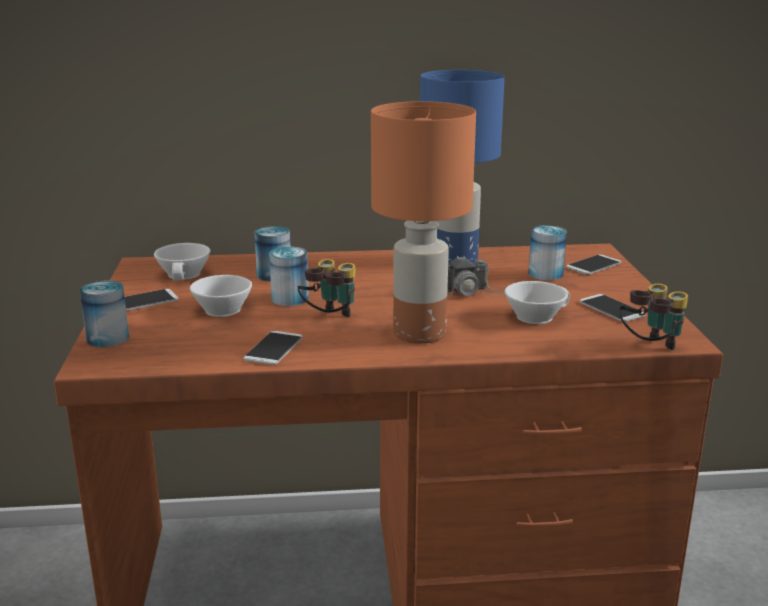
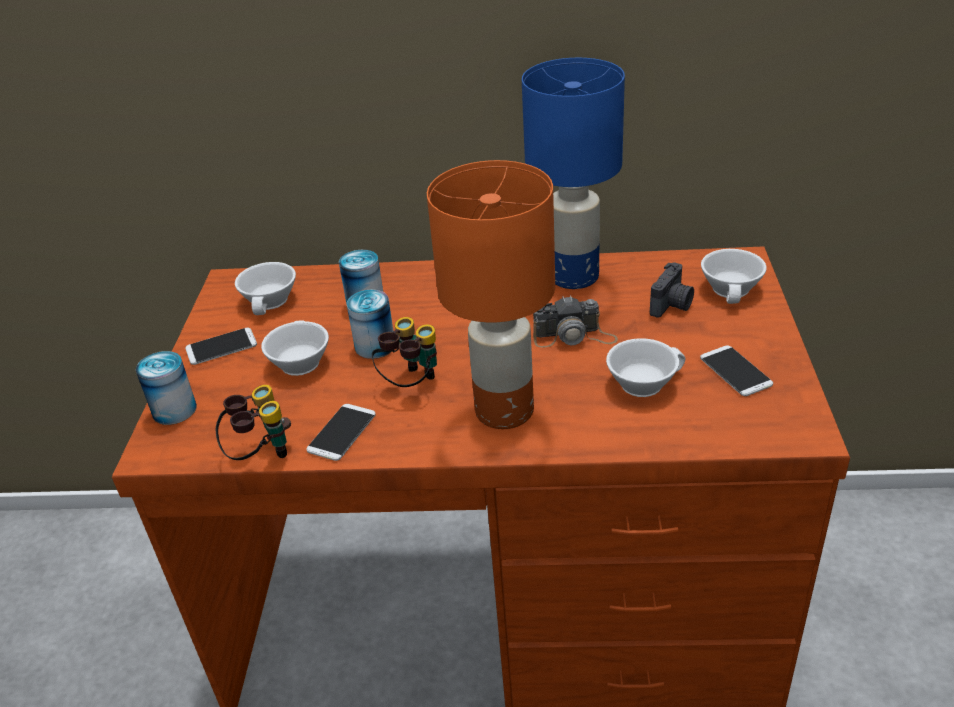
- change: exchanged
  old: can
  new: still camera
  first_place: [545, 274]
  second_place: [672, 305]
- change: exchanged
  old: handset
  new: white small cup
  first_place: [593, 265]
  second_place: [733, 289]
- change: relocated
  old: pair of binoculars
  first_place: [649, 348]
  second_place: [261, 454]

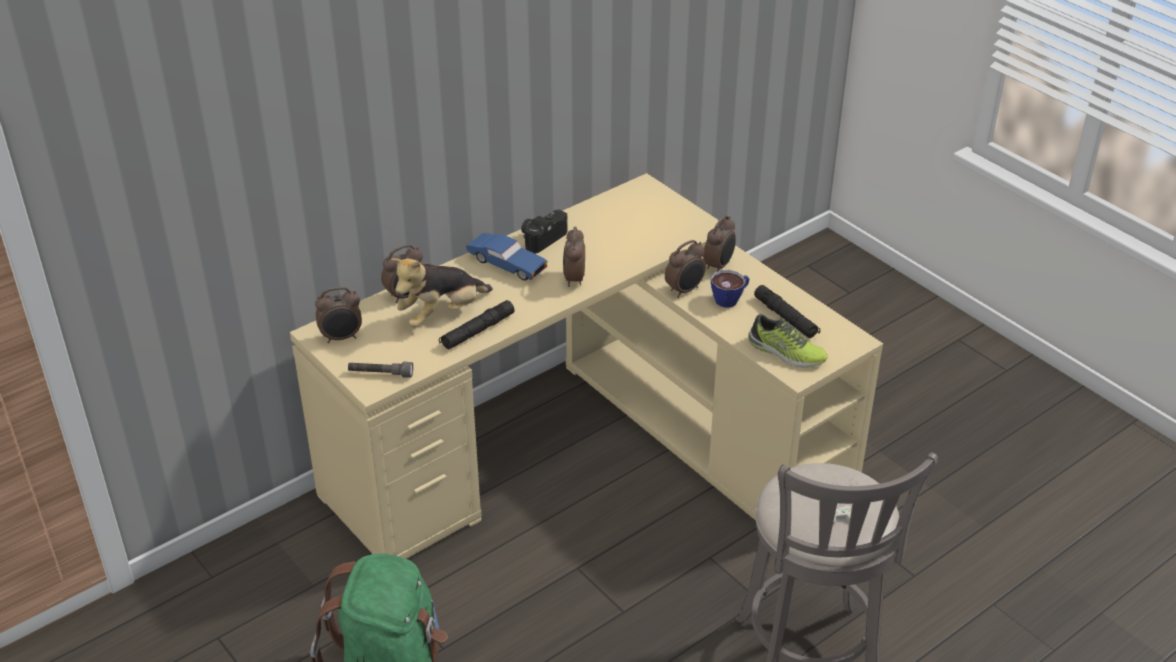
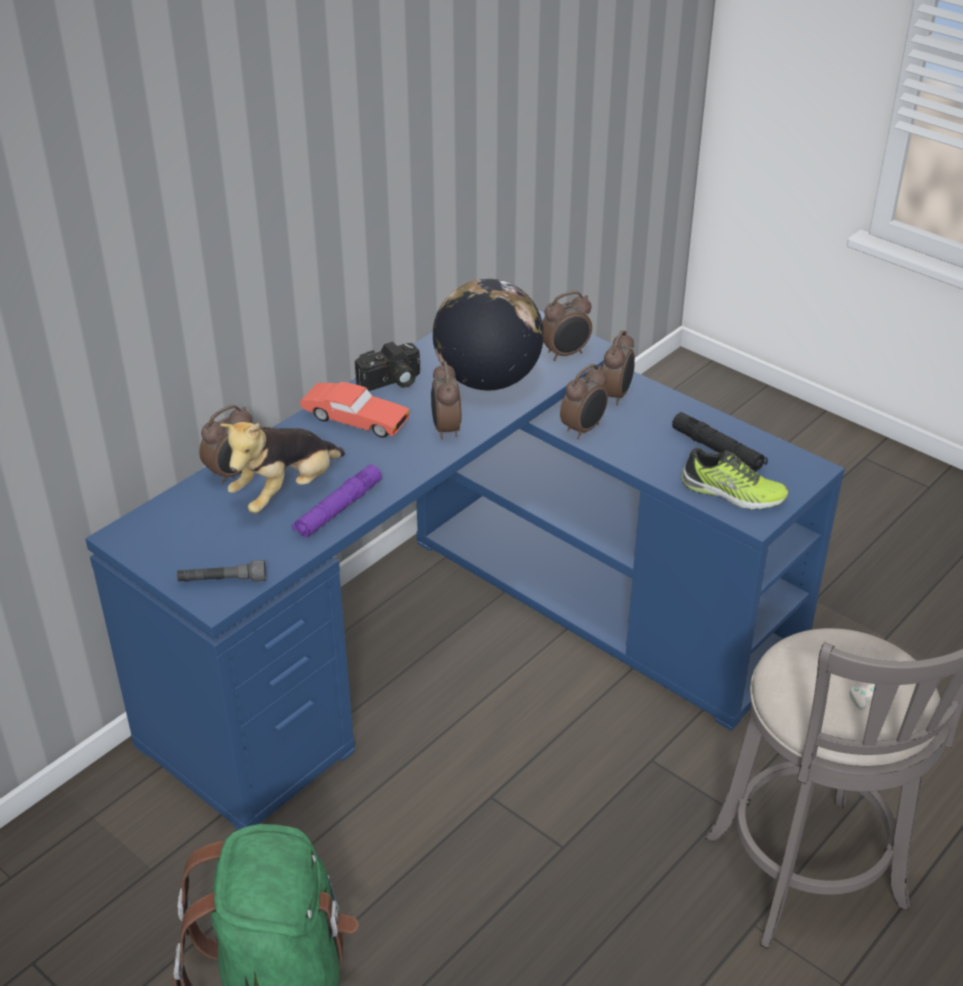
- change: colour
  old: beige-coloured desk
  new: bluish desk
  first_place: [592, 446]
  second_place: [472, 636]
- change: spun
  old: still camera
  first_place: [542, 238]
  second_place: [391, 382]
  degrees: -150
- change: colour
  old: bluish model car
  new: red model car
  first_place: [506, 265]
  second_place: [355, 420]
- change: missing
  old: small cup
  first_place: [730, 299]
- change: relocated
  old: table clock
  first_place: [342, 338]
  second_place: [565, 354]
- change: colour
  old: black flashlight
  new: purplish flashlight
  first_place: [477, 331]
  second_place: [338, 509]
- change: appeared
  new: globe
  second_place: [487, 380]

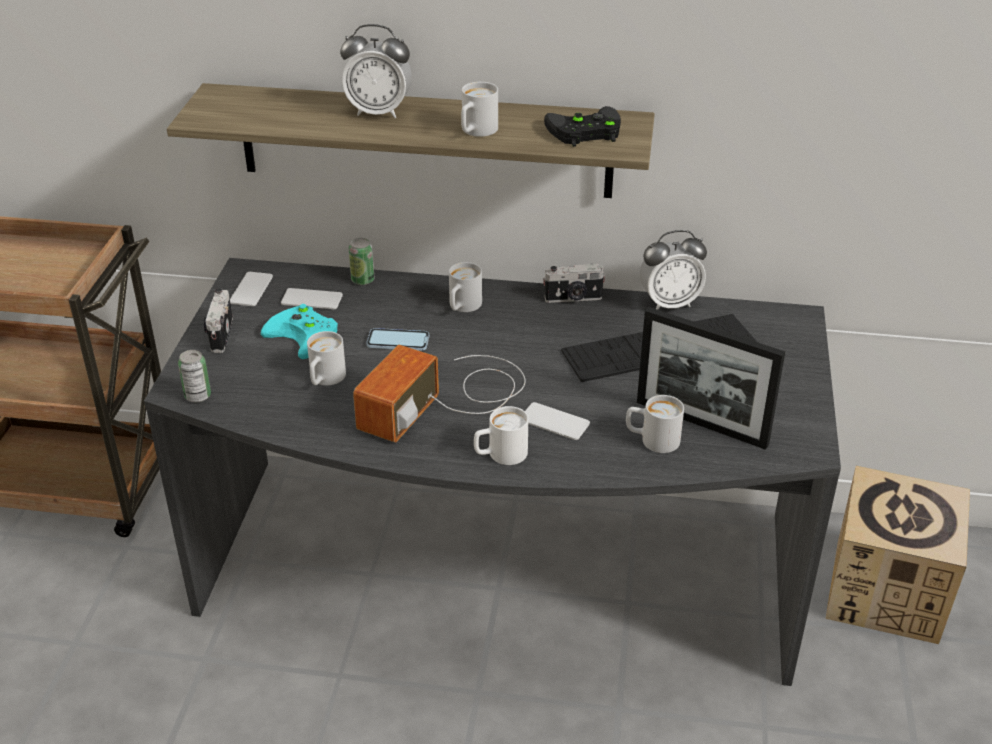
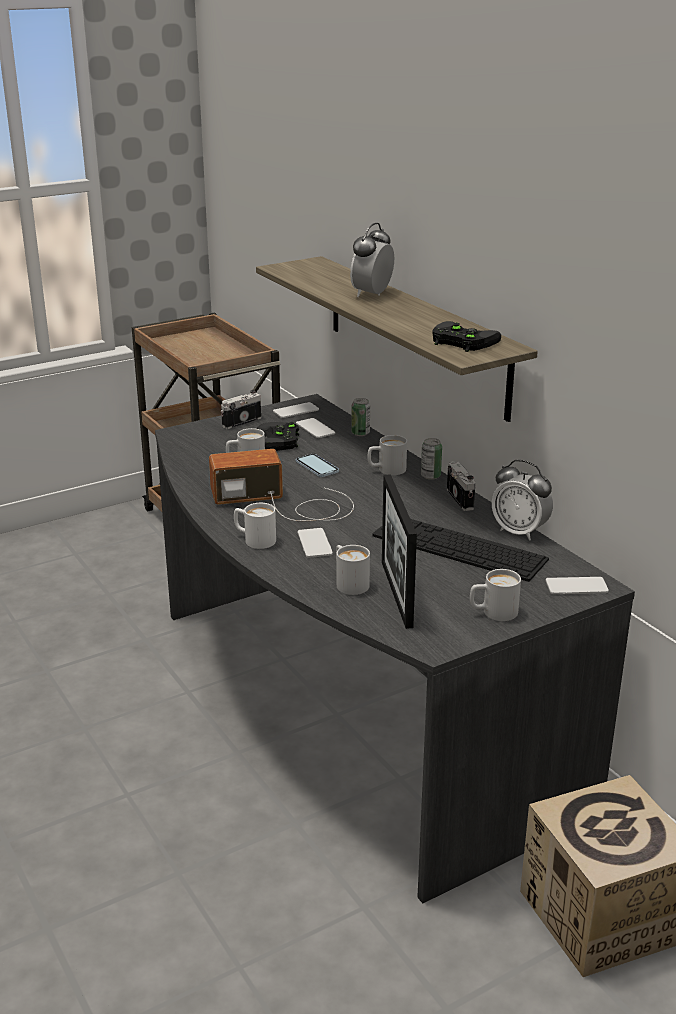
- change: spun
  old: table clock
  first_place: [379, 112]
  second_place: [372, 294]
  degrees: 60
- change: relocated
  old: white coffee mug
  first_place: [476, 132]
  second_place: [492, 613]
- change: spun
  old: still camera
  first_place: [573, 299]
  second_place: [461, 499]
  degrees: -150
- change: colour
  old: blue-green gamepad
  new: black gamepad
  first_place: [306, 335]
  second_place: [278, 441]
- change: relocated
  old: can
  first_place: [198, 396]
  second_place: [430, 476]
- change: appeared
  new: handset
  second_place: [576, 587]

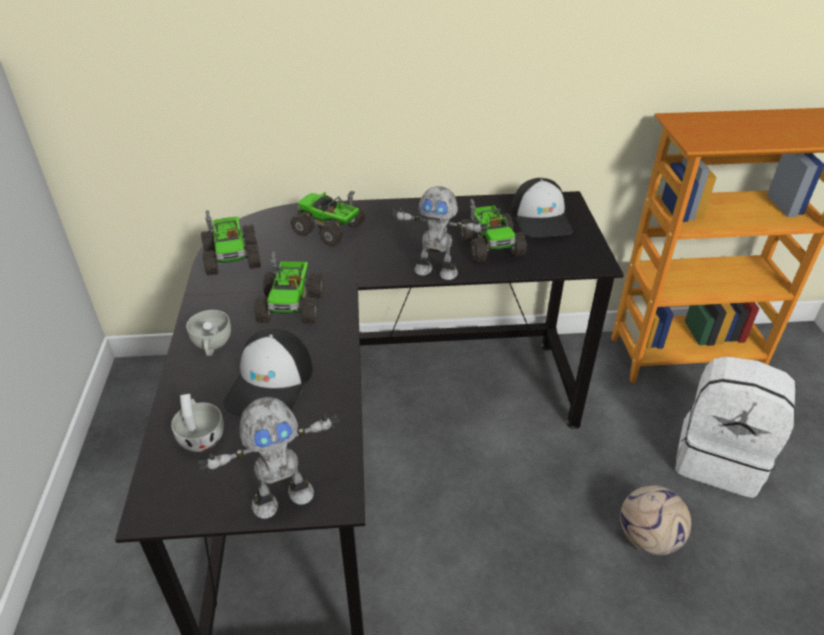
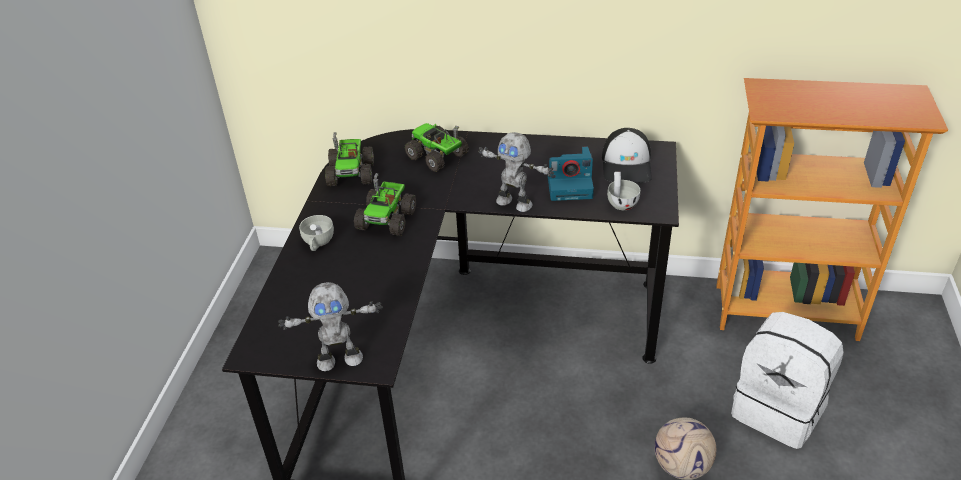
- change: exchanged
  old: toy lorry
  new: still camera
  first_place: [491, 246]
  second_place: [570, 185]
- change: missing
  old: baseball cap
  first_place: [271, 384]
- change: relocated
  old: white small cup
  first_place: [201, 435]
  second_place: [621, 202]

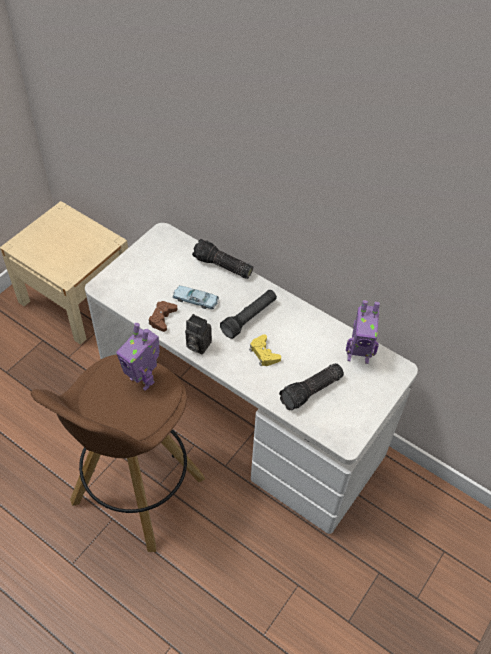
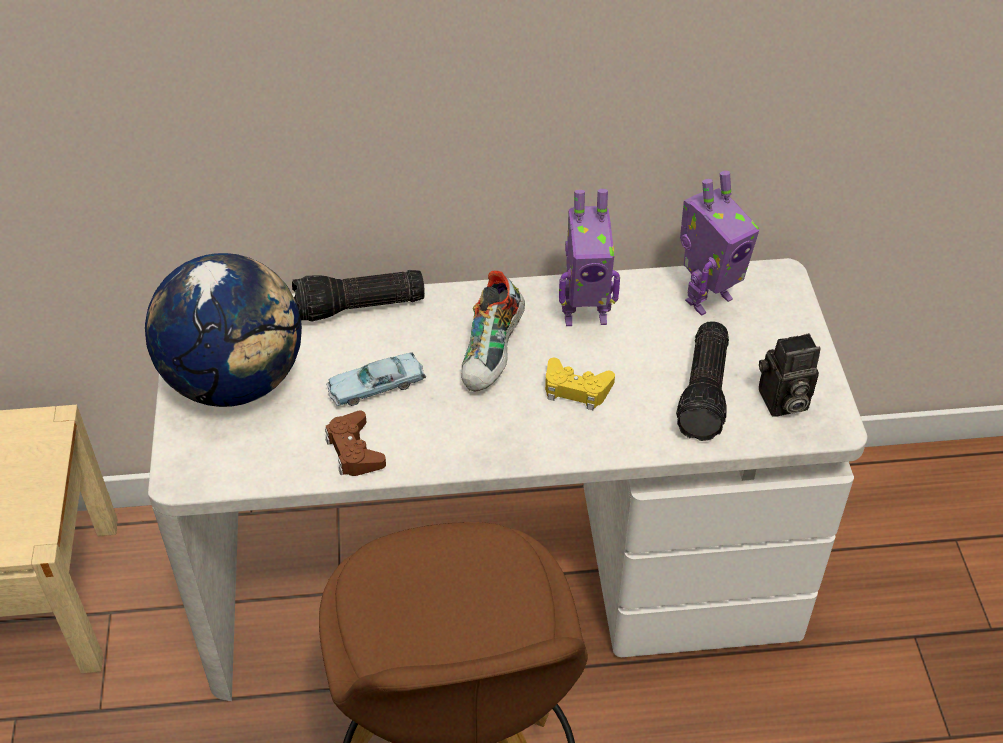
- change: exchanged
  old: black flashlight
  new: shoe
  first_place: [249, 318]
  second_place: [493, 354]
- change: relocated
  old: still camera
  first_place: [197, 345]
  second_place: [782, 402]
- change: relocated
  old: model robot
  first_place: [143, 379]
  second_place: [585, 314]
- change: appeared
  new: globe
  second_place: [236, 381]

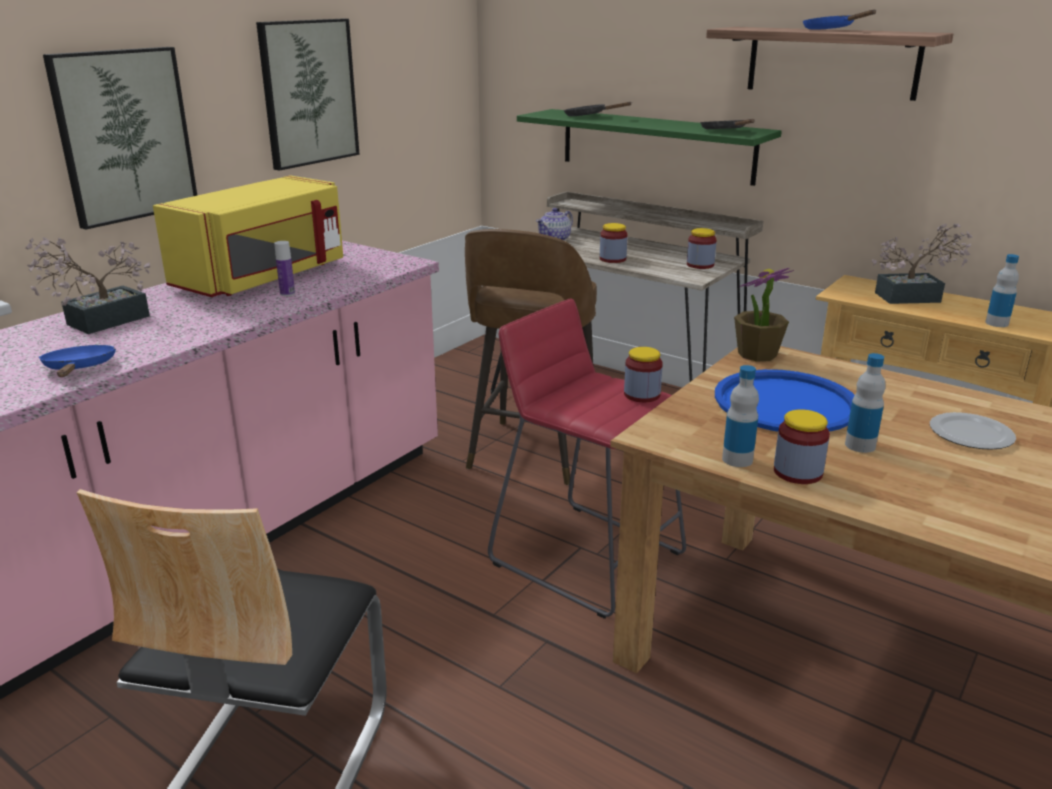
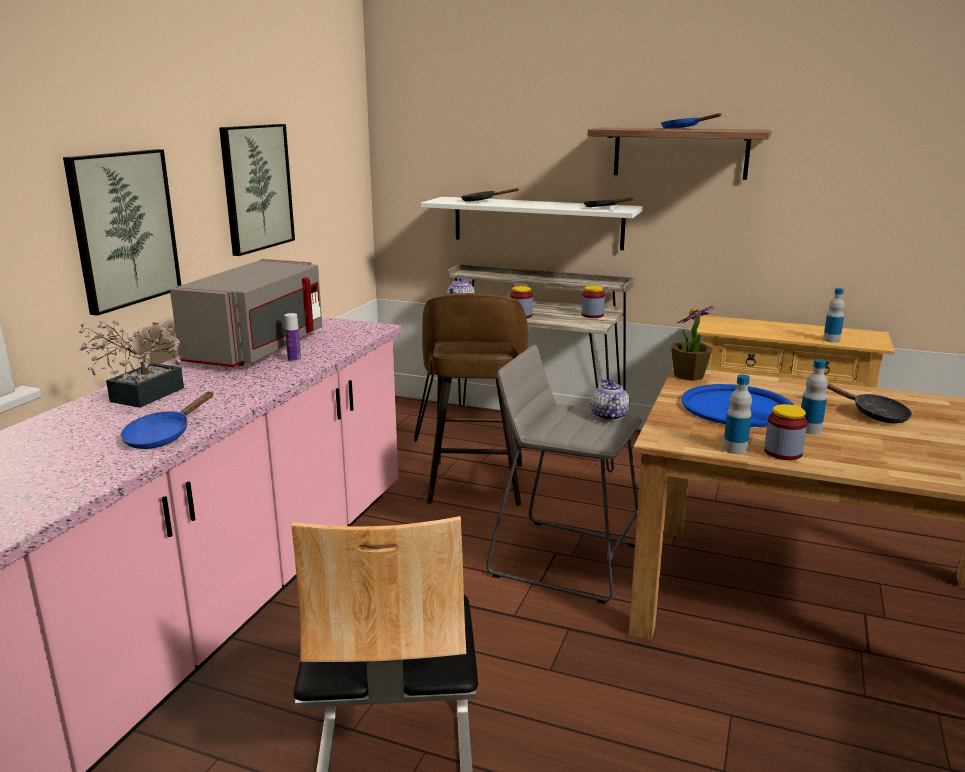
- change: colour
  old: green-coloured bracket shelf
  new: white bracket shelf
  first_place: [656, 145]
  second_place: [537, 222]
- change: colour
  old: yellow microwave oven
  new: grey microwave oven
  first_place: [264, 277]
  second_place: [259, 348]
- change: missing
  old: potted plant
  first_place: [915, 297]
- change: colour
  old: red stool seat
  new: grey stool seat
  first_place: [587, 557]
  second_place: [565, 559]
- change: spun
  old: bluish skillet
  first_place: [79, 369]
  second_place: [162, 436]
  degrees: -120
- change: exchanged
  old: storage jar
  new: tea pot
  first_place: [642, 395]
  second_place: [608, 416]
- change: exchanged
  old: dinner plate
  new: black skillet
  first_place: [969, 434]
  second_place: [874, 414]

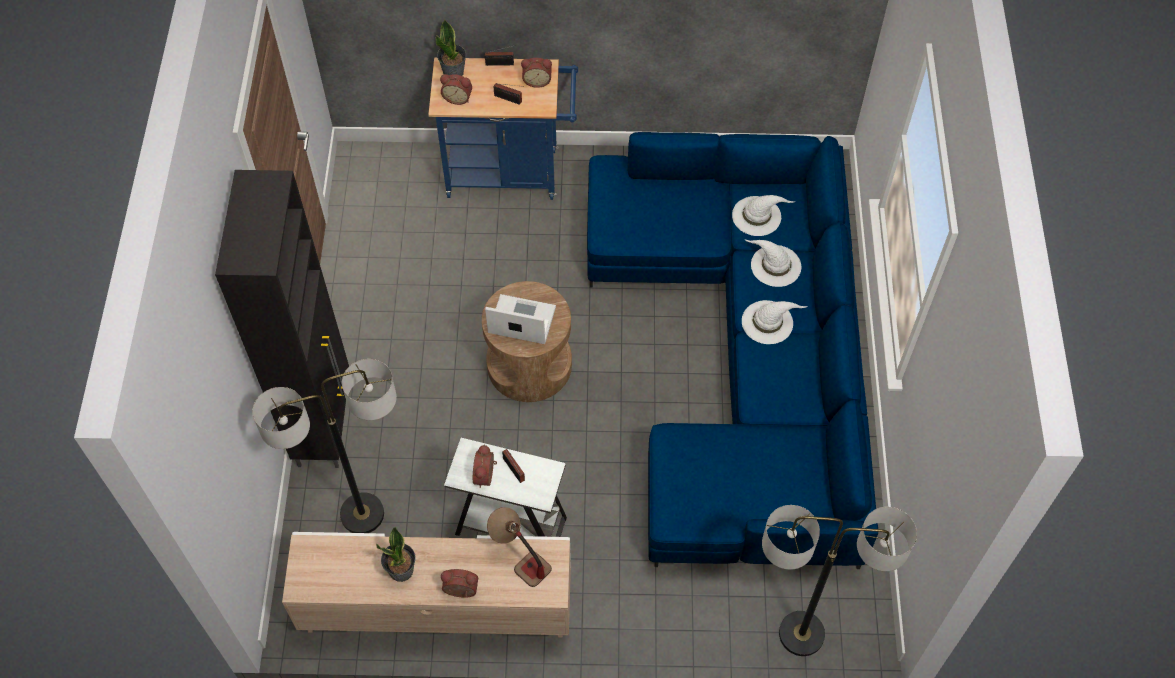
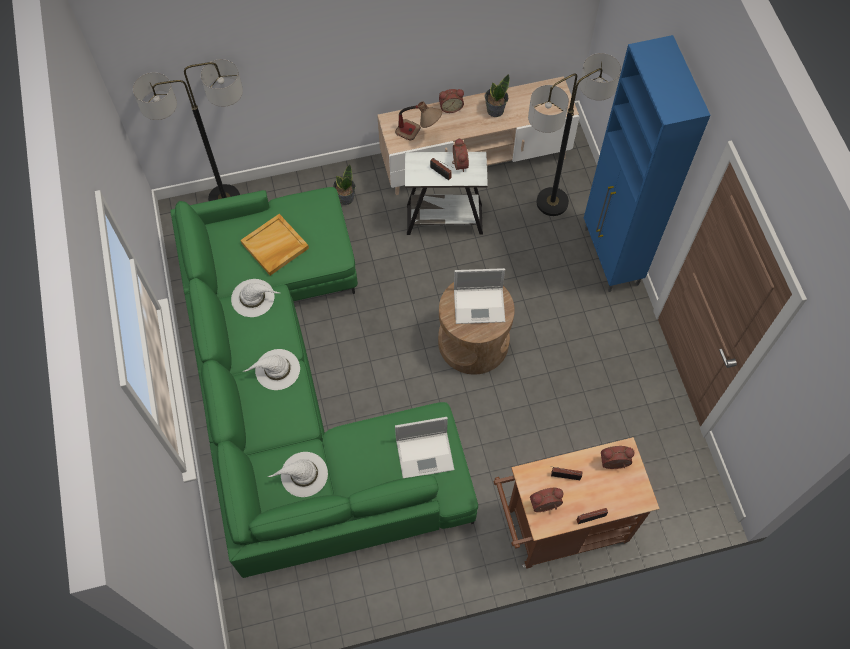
- change: relocated
  old: potted plant
  first_place: [453, 72]
  second_place: [345, 198]
- change: colour
  old: bluish trolley
  new: brown trolley
  first_place: [510, 172]
  second_place: [559, 528]
- change: colour
  old: bluish couch
  new: green-coloured couch
  first_place: [742, 355]
  second_place: [300, 394]
- change: colour
  old: black storage cabinet
  new: bluish storage cabinet
  first_place: [325, 422]
  second_place: [611, 257]
- change: relocated
  old: white hat
  first_place: [775, 265]
  second_place: [253, 297]
- change: appeared
  new: beige-coloured carrying tray
  second_place: [275, 246]
- change: appeared
  new: notebook computer
  second_place: [426, 454]

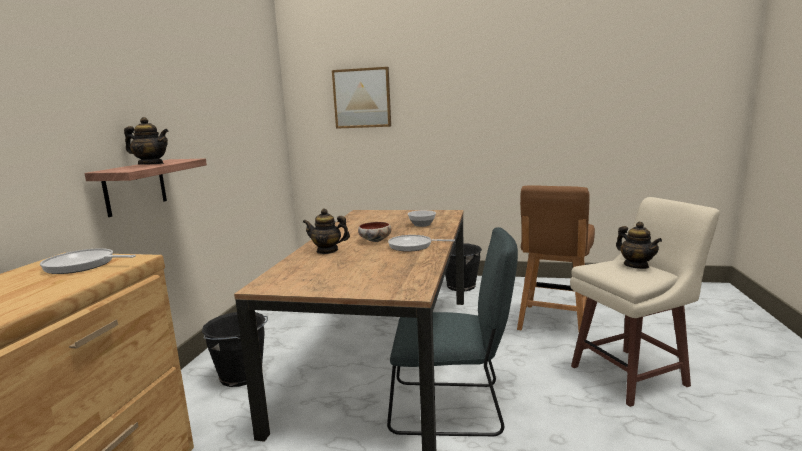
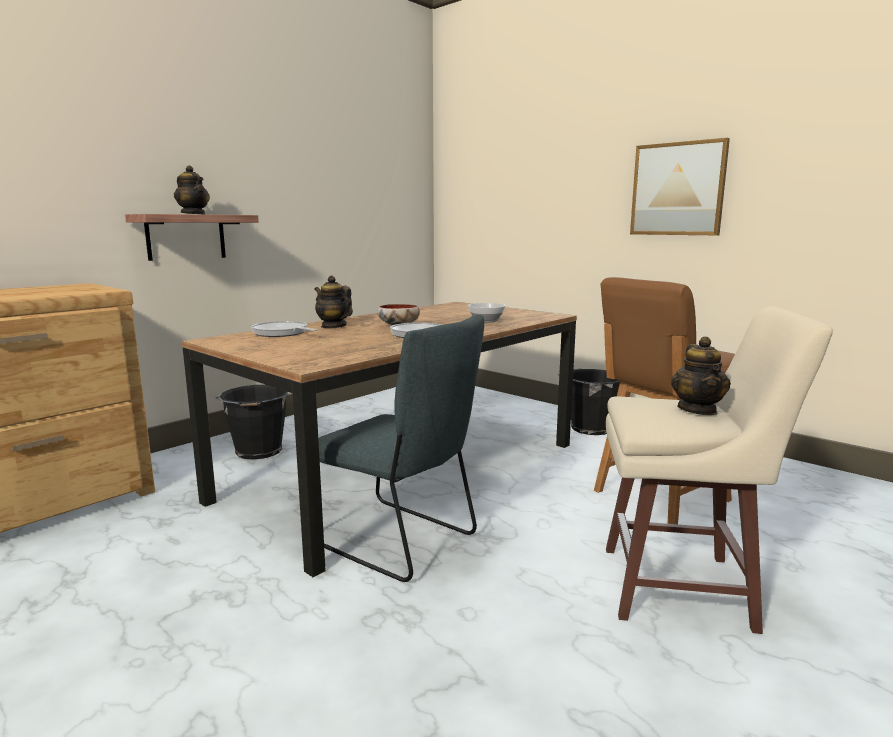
- change: relocated
  old: wall picture
  first_place: [362, 98]
  second_place: [678, 189]
- change: relocated
  old: skillet
  first_place: [83, 265]
  second_place: [282, 333]

